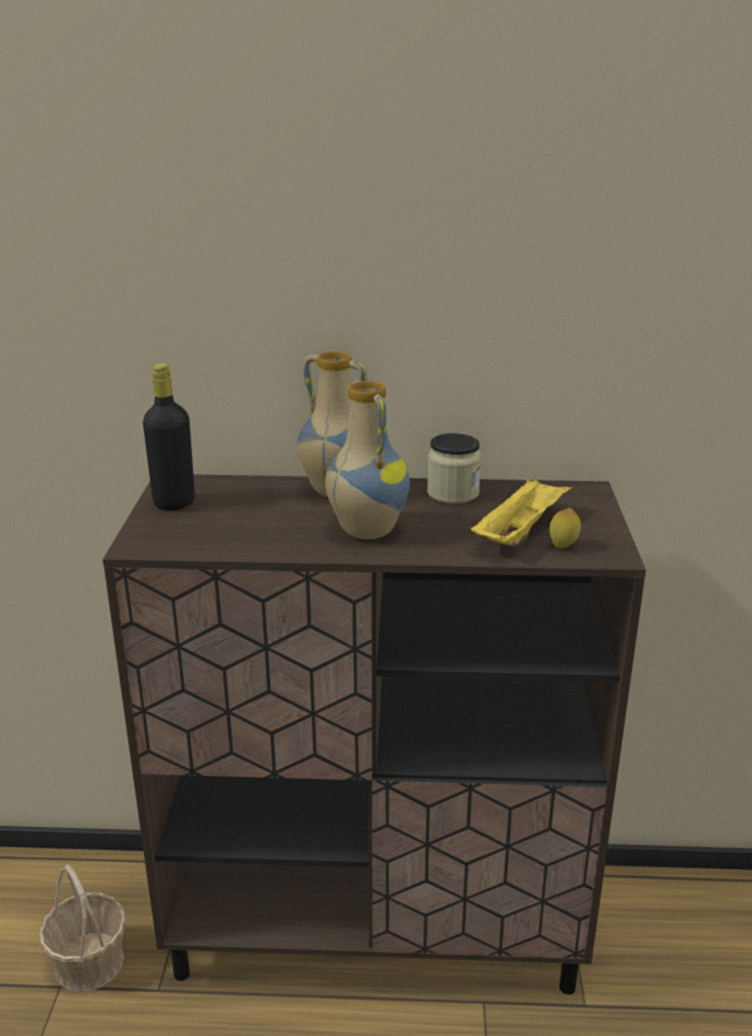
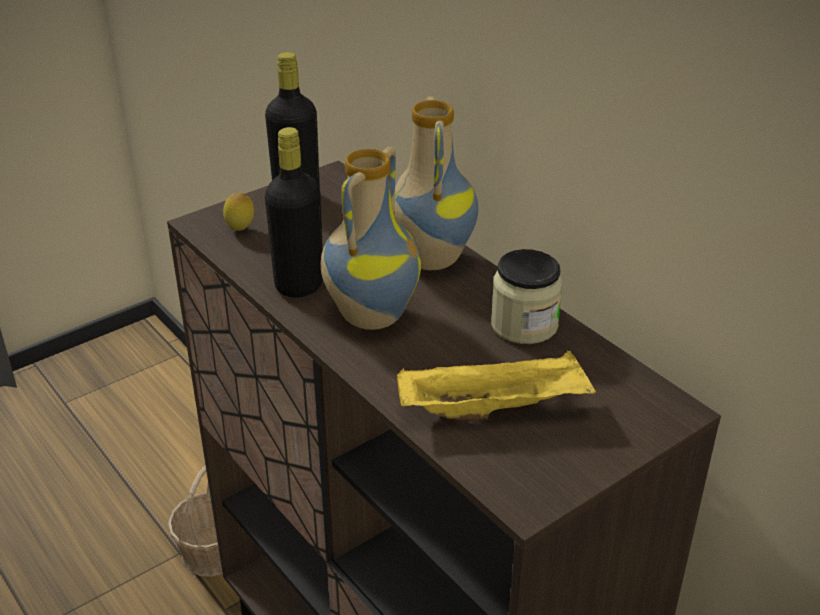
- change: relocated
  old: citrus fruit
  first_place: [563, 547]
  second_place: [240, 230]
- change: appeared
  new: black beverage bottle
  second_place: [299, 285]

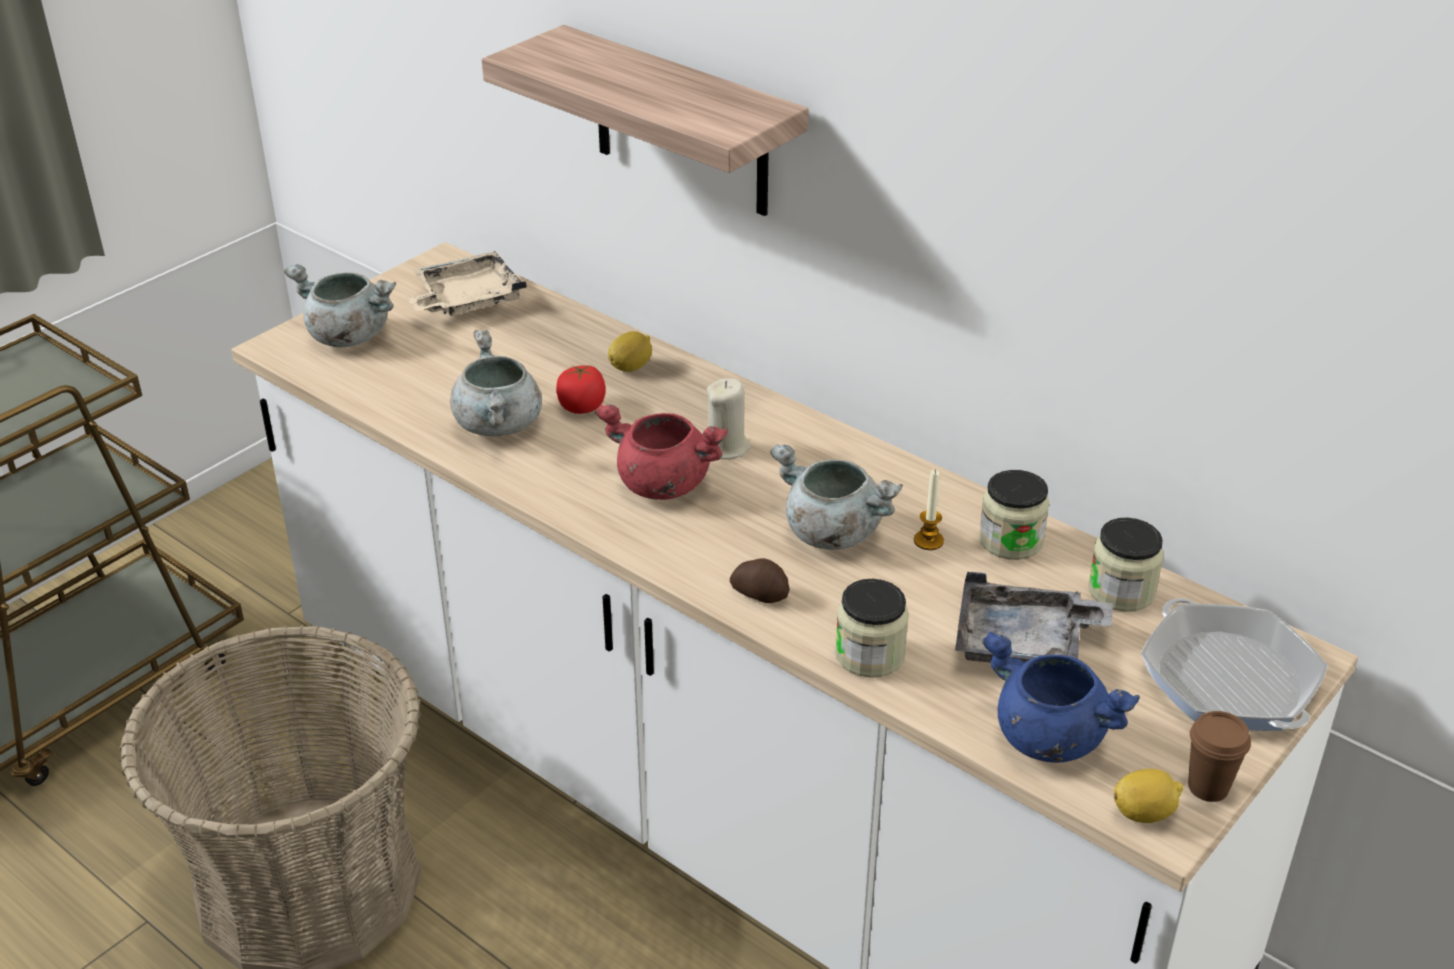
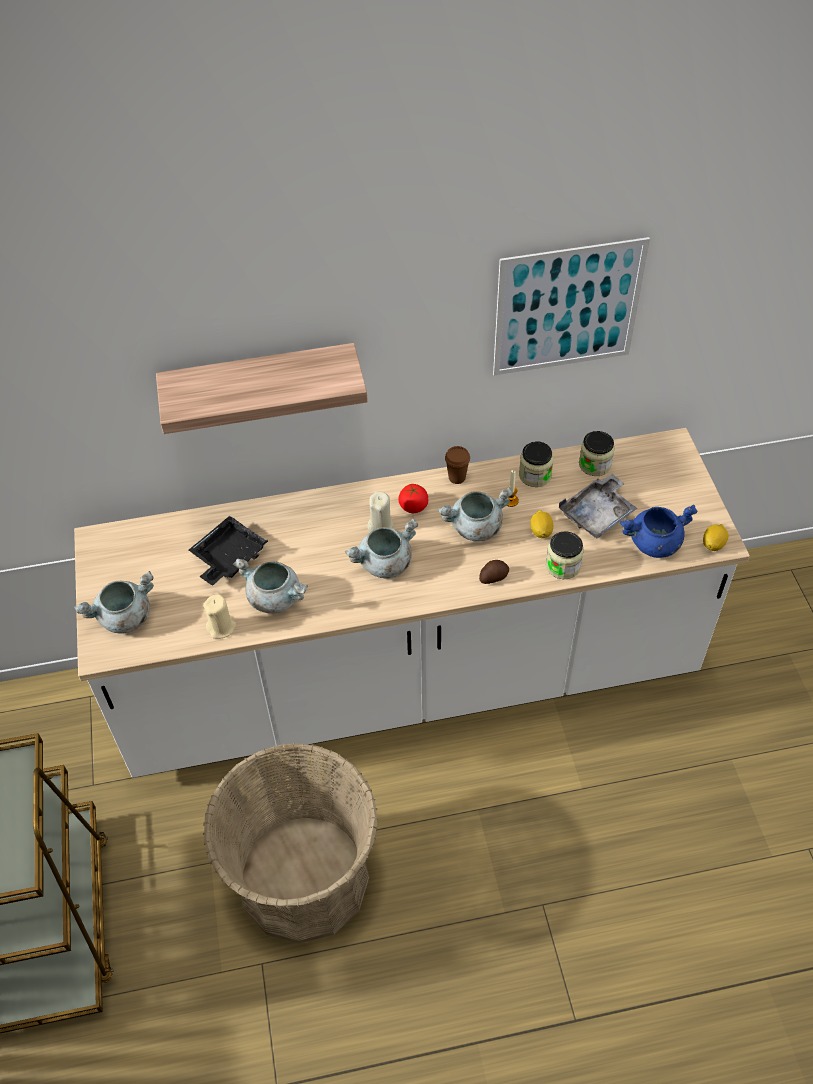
- change: missing
  old: beige-coloured carrying tray
  first_place: [466, 300]
- change: relocated
  old: citrus fruit
  first_place: [631, 367]
  second_place: [541, 531]
- change: relocated
  old: whole tomato
  first_place: [582, 407]
  second_place: [413, 506]
- change: colour
  old: red saucepot
  new: grey saucepot
  first_place: [661, 484]
  second_place: [384, 564]
- change: missing
  old: skillet
  first_place: [1229, 680]
- change: relocated
  old: brown small cup
  first_place: [1208, 787]
  second_place: [457, 477]
- change: appeared
  new: wall picture
  second_place: [567, 308]
- change: appeared
  new: black carrying tray
  second_place: [228, 557]
- change: appeared
  new: beige-coloured candle
  second_place: [221, 627]

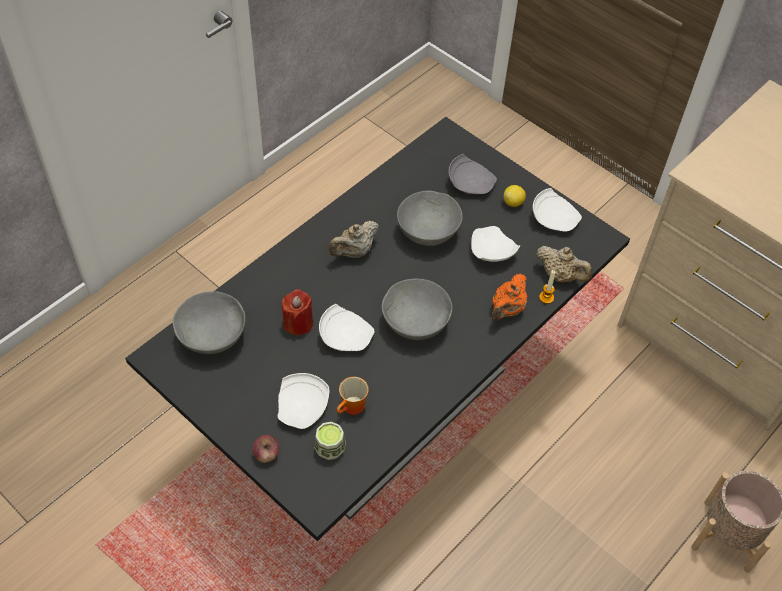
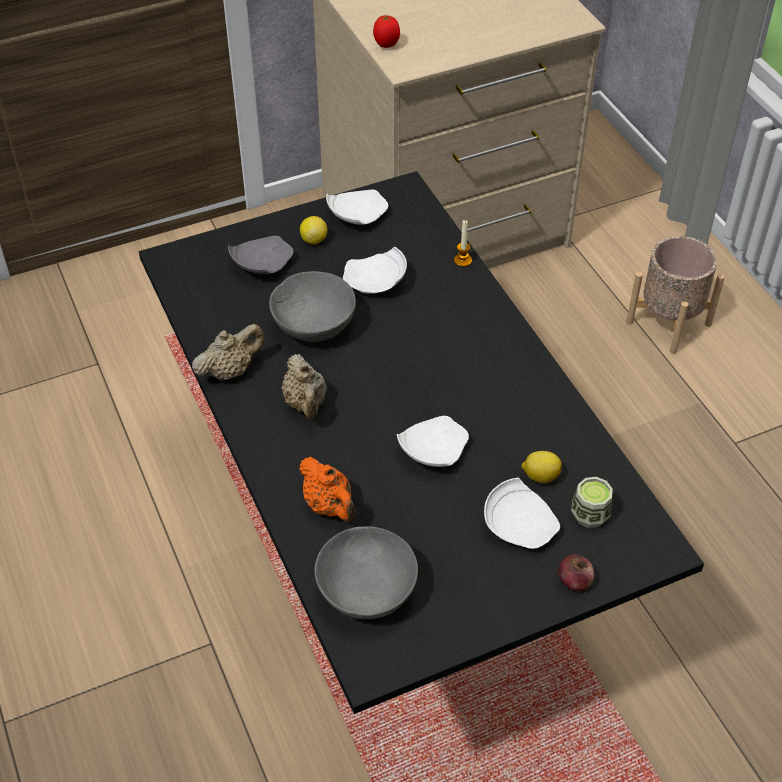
- change: relocated
  old: beige-coloured tea pot
  first_place: [561, 275]
  second_place: [230, 371]
- change: relocated
  old: orangey tea pot
  first_place: [507, 309]
  second_place: [330, 506]
- change: missing
  old: grey bowl
  first_place: [415, 323]
- change: missing
  old: red candle
  first_place: [298, 323]
- change: exchanged
  old: coffee mug
  new: citrus fruit
  first_place: [353, 408]
  second_place: [540, 476]
- change: appeared
  new: whole tomato
  second_place: [386, 45]

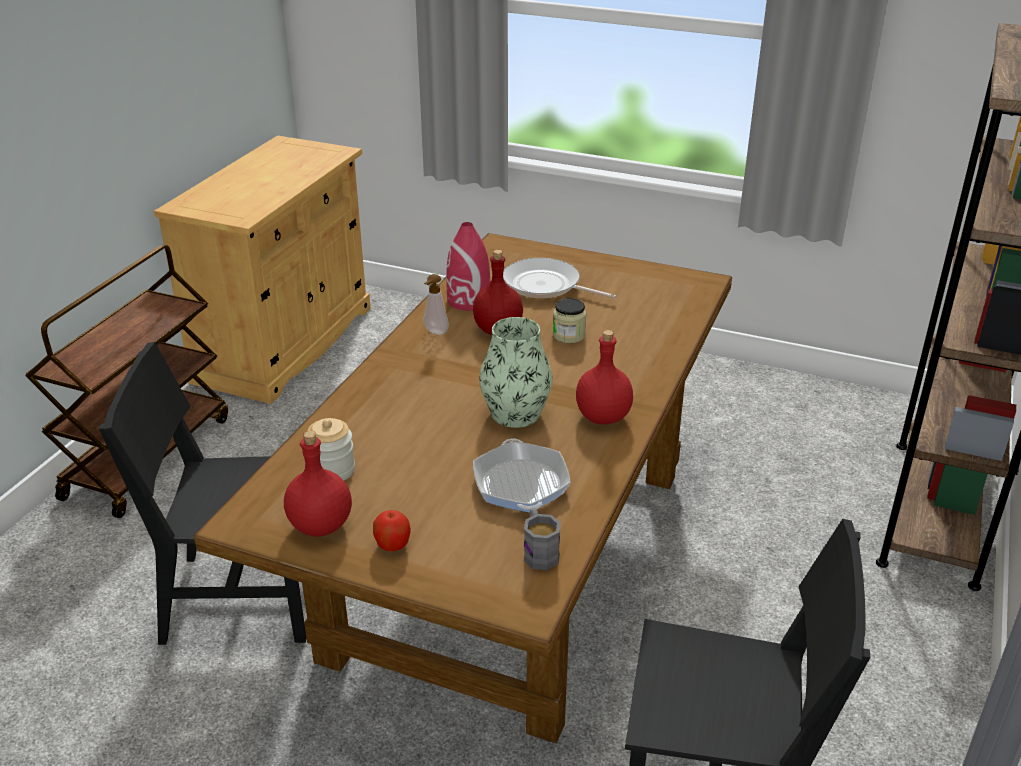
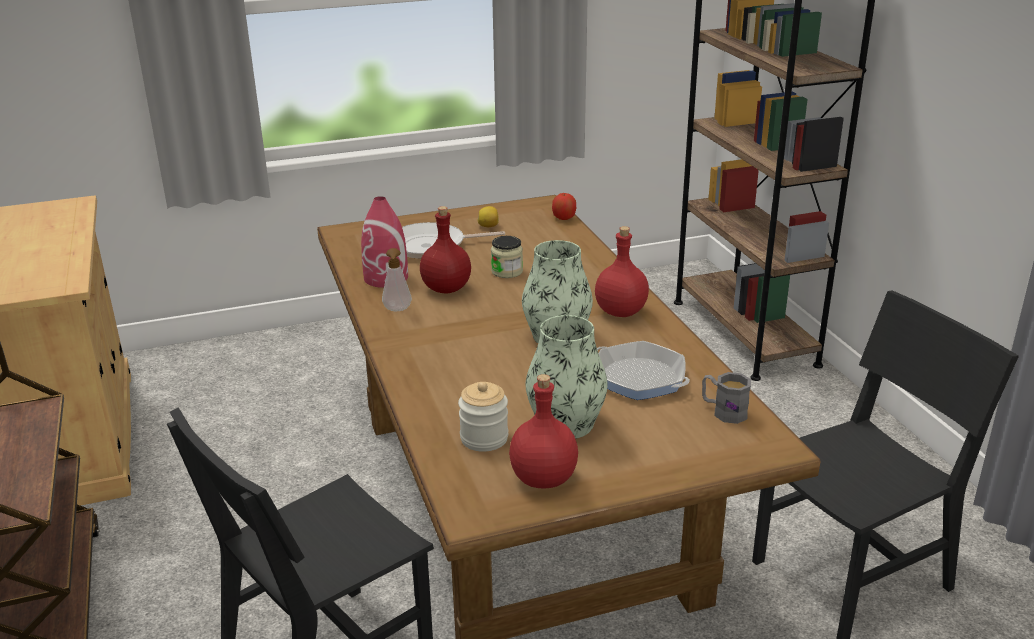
- change: relocated
  old: apple
  first_place: [393, 545]
  second_place: [564, 218]
- change: appeared
  new: citrus fruit
  second_place: [488, 226]
- change: appeared
  new: decorative vase
  second_place: [566, 423]

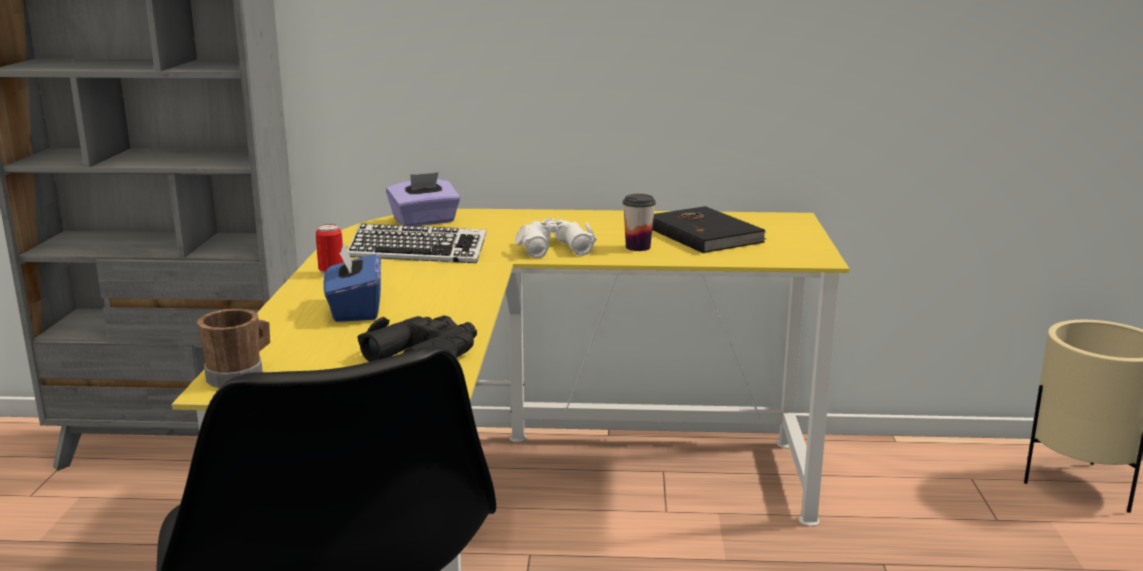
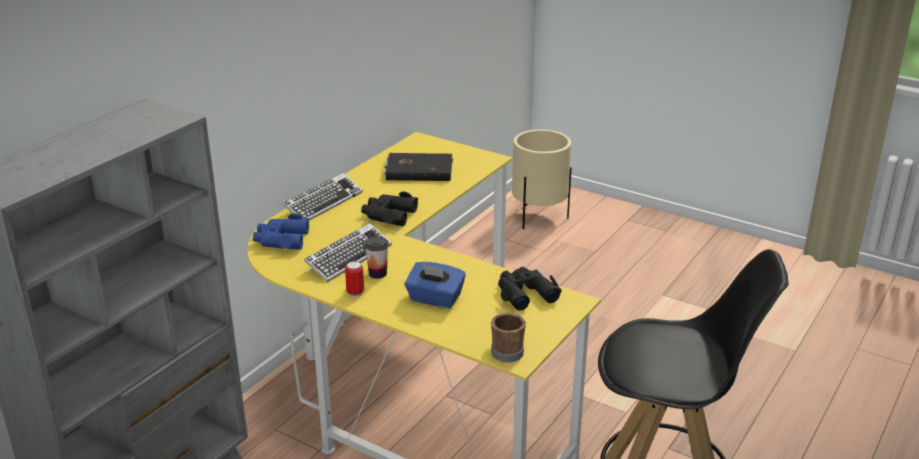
- change: exchanged
  old: purplish tissue holder
  new: bluish pair of binoculars
  first_place: [425, 221]
  second_place: [281, 240]
- change: relocated
  old: small cup
  first_place: [638, 247]
  second_place: [377, 273]
- change: colour
  old: white pair of binoculars
  new: black pair of binoculars
  first_place: [553, 247]
  second_place: [388, 215]
- change: appeared
  new: computer keyboard
  second_place: [323, 203]

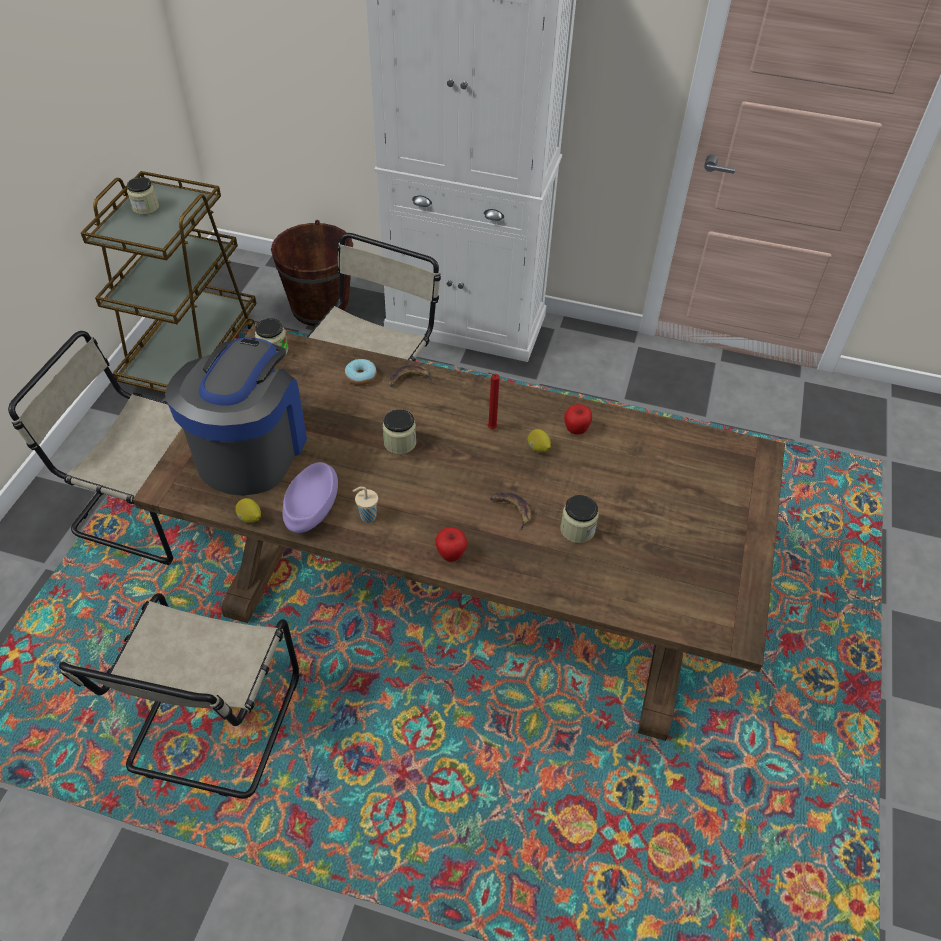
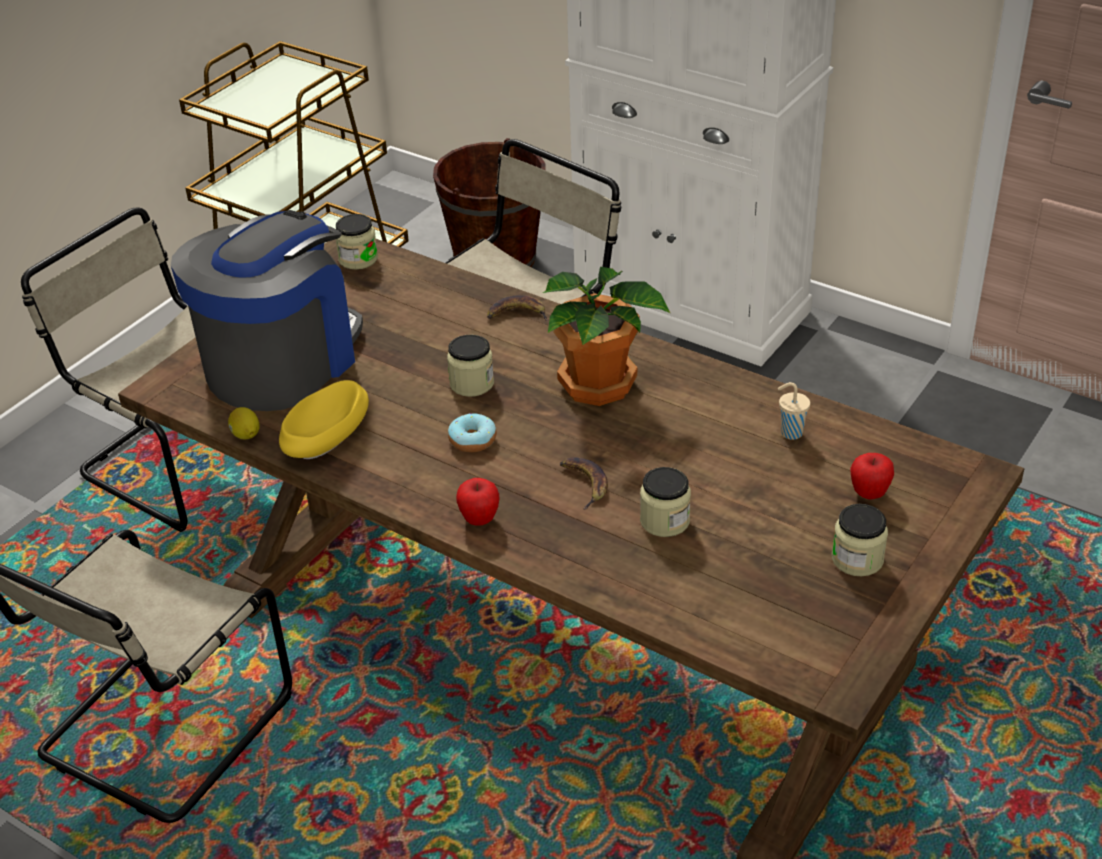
- change: relocated
  old: storage jar
  first_place: [145, 207]
  second_place: [857, 559]
- change: relocated
  old: doughnut
  first_place: [361, 376]
  second_place: [473, 440]
- change: exchanged
  old: red candle
  new: potted plant
  first_place: [490, 428]
  second_place: [600, 385]
- change: relocated
  old: apple
  first_place: [576, 430]
  second_place: [869, 493]
- change: missing
  old: citrus fruit
  first_place: [538, 448]
- change: colour
  old: purplish bowl
  new: yellow bowl
  first_place: [312, 508]
  second_place: [327, 438]
- change: relocated
  old: beige-coloured small cup
  first_place: [367, 516]
  second_place: [790, 432]

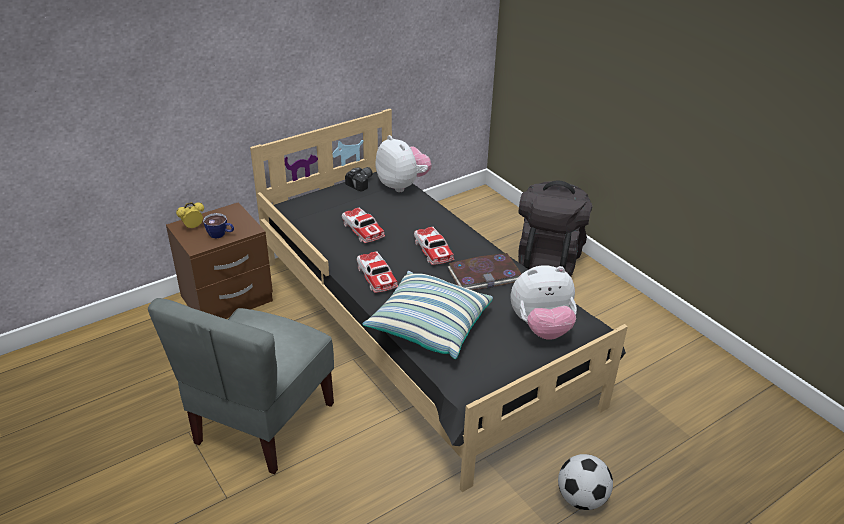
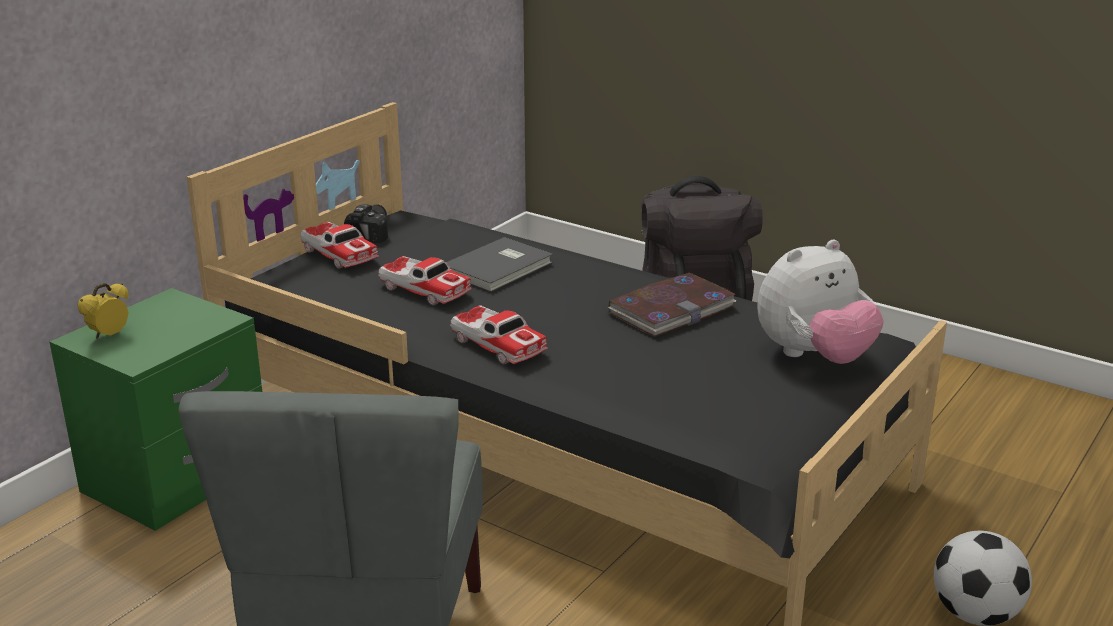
- change: missing
  old: plush toy
  first_place: [402, 185]
- change: colour
  old: brown bedside table
  new: green-coloured bedside table
  first_place: [227, 300]
  second_place: [178, 479]
- change: missing
  old: small cup
  first_place: [220, 234]
- change: relocated
  old: model car
  first_place: [433, 251]
  second_place: [339, 254]
- change: missing
  old: throw pillow
  first_place: [429, 326]
- change: appeared
  new: grey bound book
  second_place: [500, 268]

